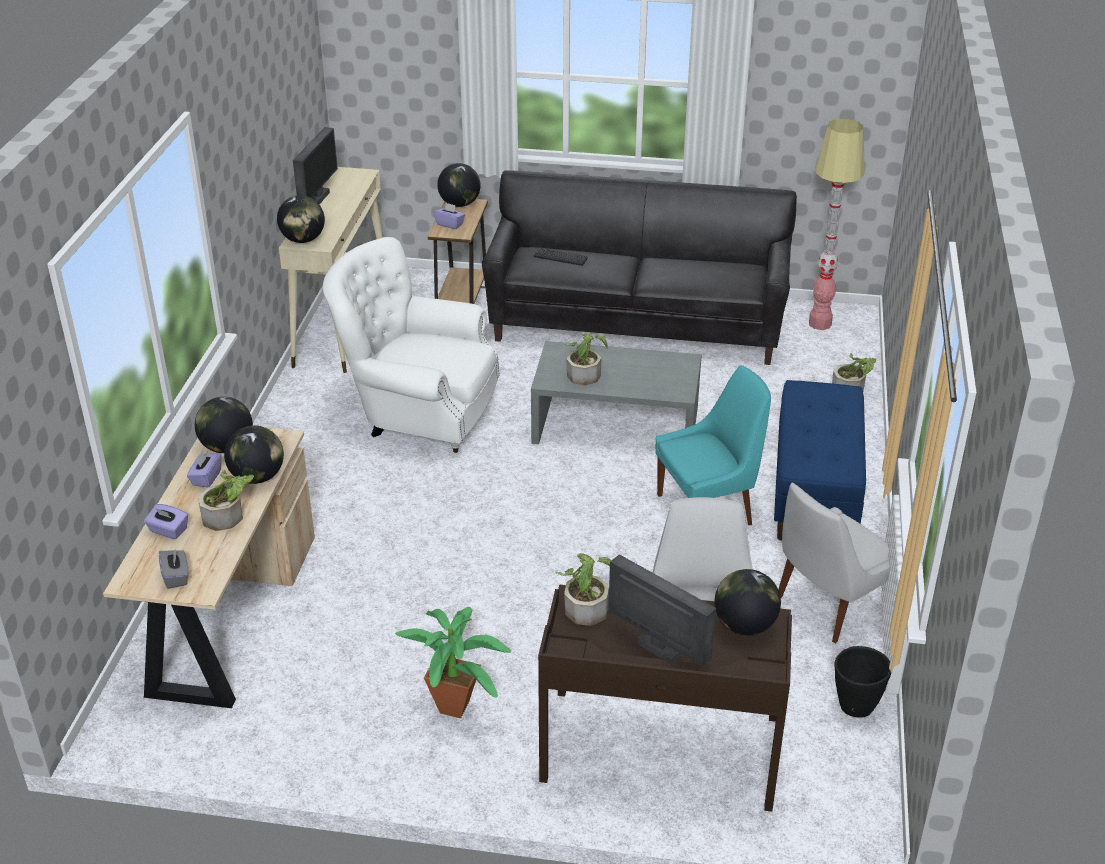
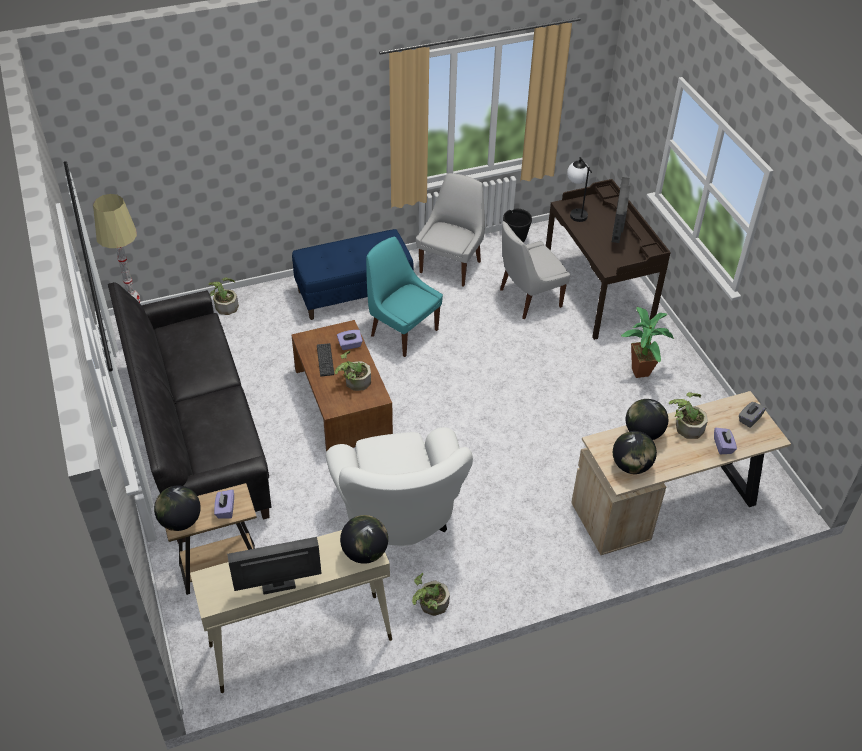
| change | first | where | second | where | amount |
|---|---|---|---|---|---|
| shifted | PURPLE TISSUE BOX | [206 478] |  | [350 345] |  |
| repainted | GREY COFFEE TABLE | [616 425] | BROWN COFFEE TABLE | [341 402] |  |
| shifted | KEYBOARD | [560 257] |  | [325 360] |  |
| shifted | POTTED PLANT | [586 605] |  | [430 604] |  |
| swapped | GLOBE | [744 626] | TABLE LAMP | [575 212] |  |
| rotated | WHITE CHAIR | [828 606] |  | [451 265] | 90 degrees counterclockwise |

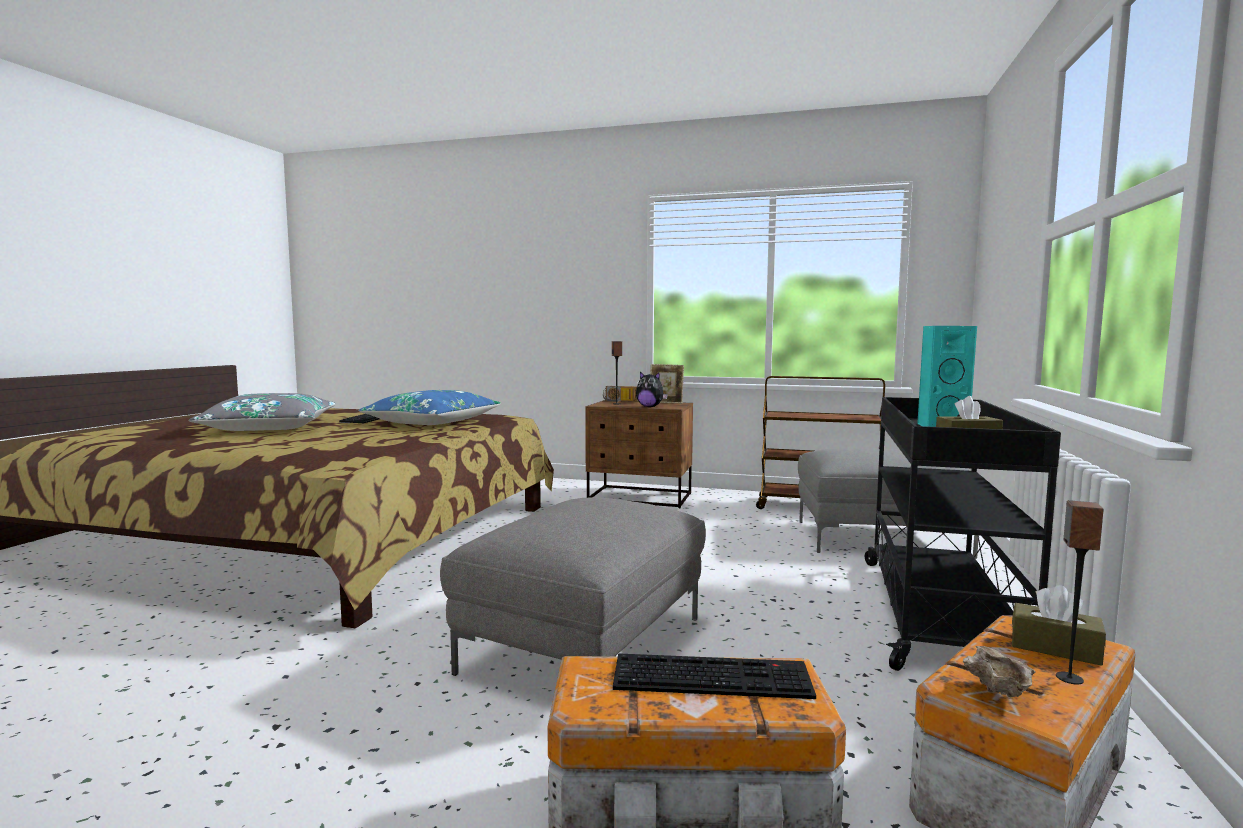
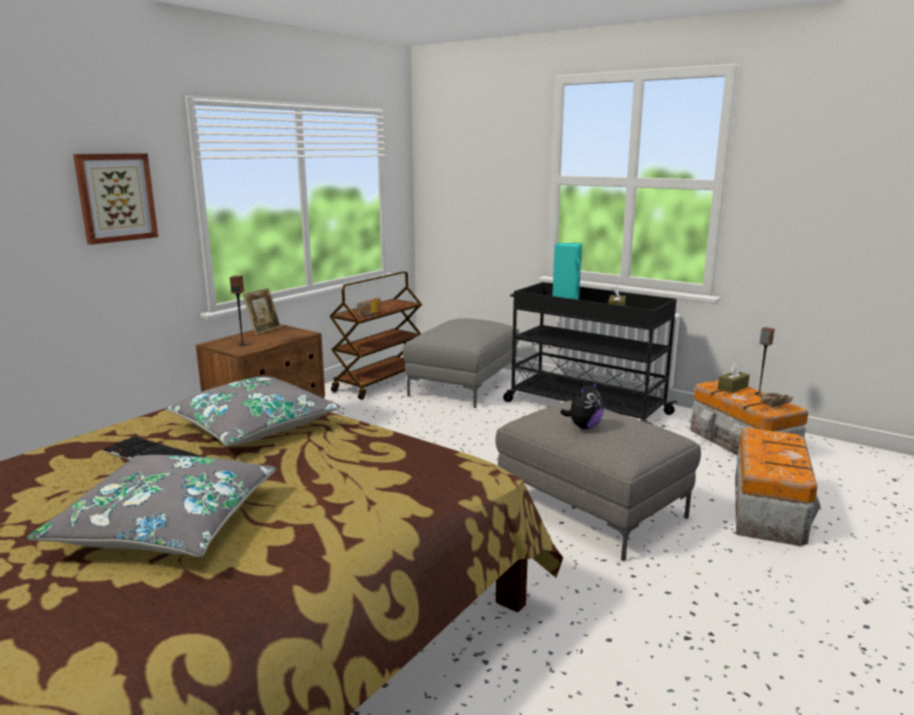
| change | first | where | second | where | amount |
|---|---|---|---|---|---|
| repainted | BLUE PILLOW | [432 422] | GREY PILLOW | [254 426] |  |
| shifted | RADIO | [620 401] |  | [371 314] |  |
| gone | KEYBOARD | [713 676] |  |  |  |
| shifted | PLUSH TOY | [650 407] |  | [583 427] |  |
| new |  |  | PICTURE | [116 197] |  |

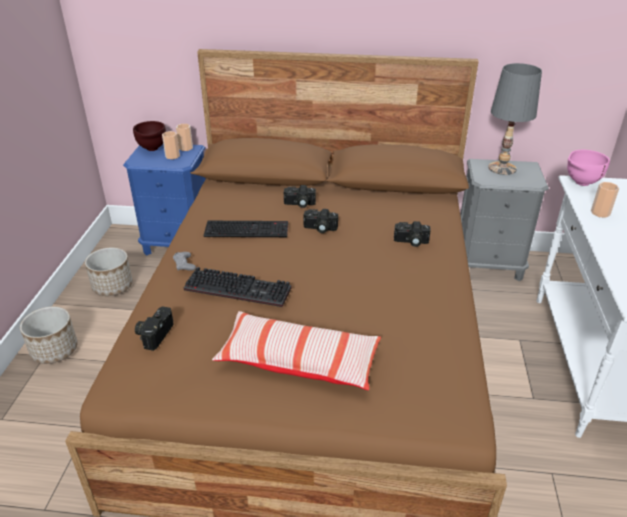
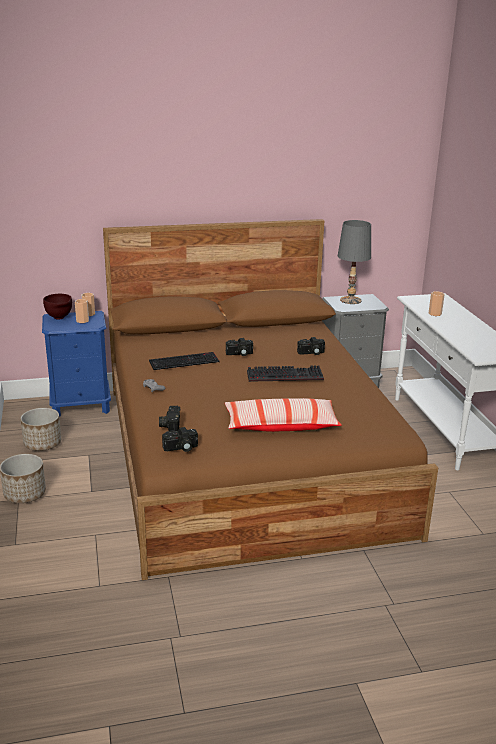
| change | first | where | second | where | amount |
|---|---|---|---|---|---|
| shifted | KEYBOARD | [240 288] |  | [286 375] |  |
| shifted | PHOTO CAMERA | [299 204] |  | [181 448] |  |
| gone | PINK BOWL | [580 183] |  |  |  |

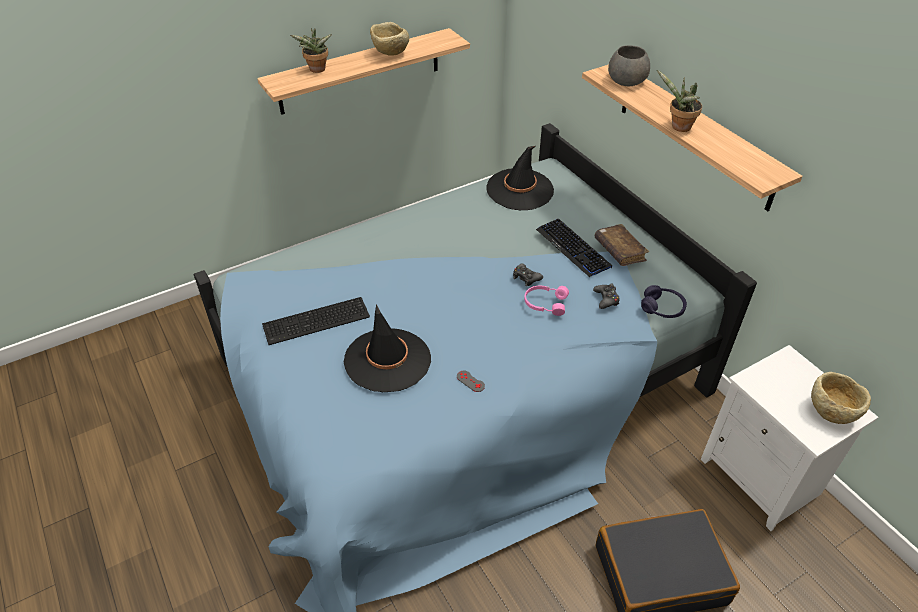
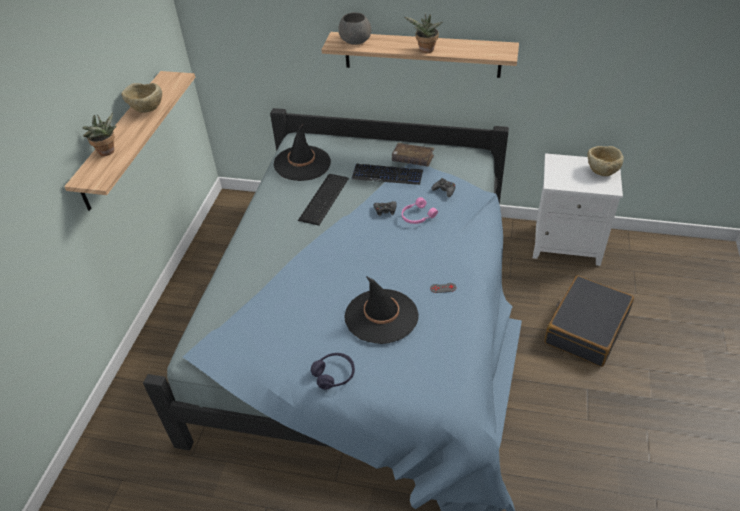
| change | first | where | second | where | amount |
|---|---|---|---|---|---|
| shifted | KEYBOARD | [318 321] |  | [325 198] |  |
| shifted | PURPLE HEADPHONES | [662 308] |  | [334 375] |  |

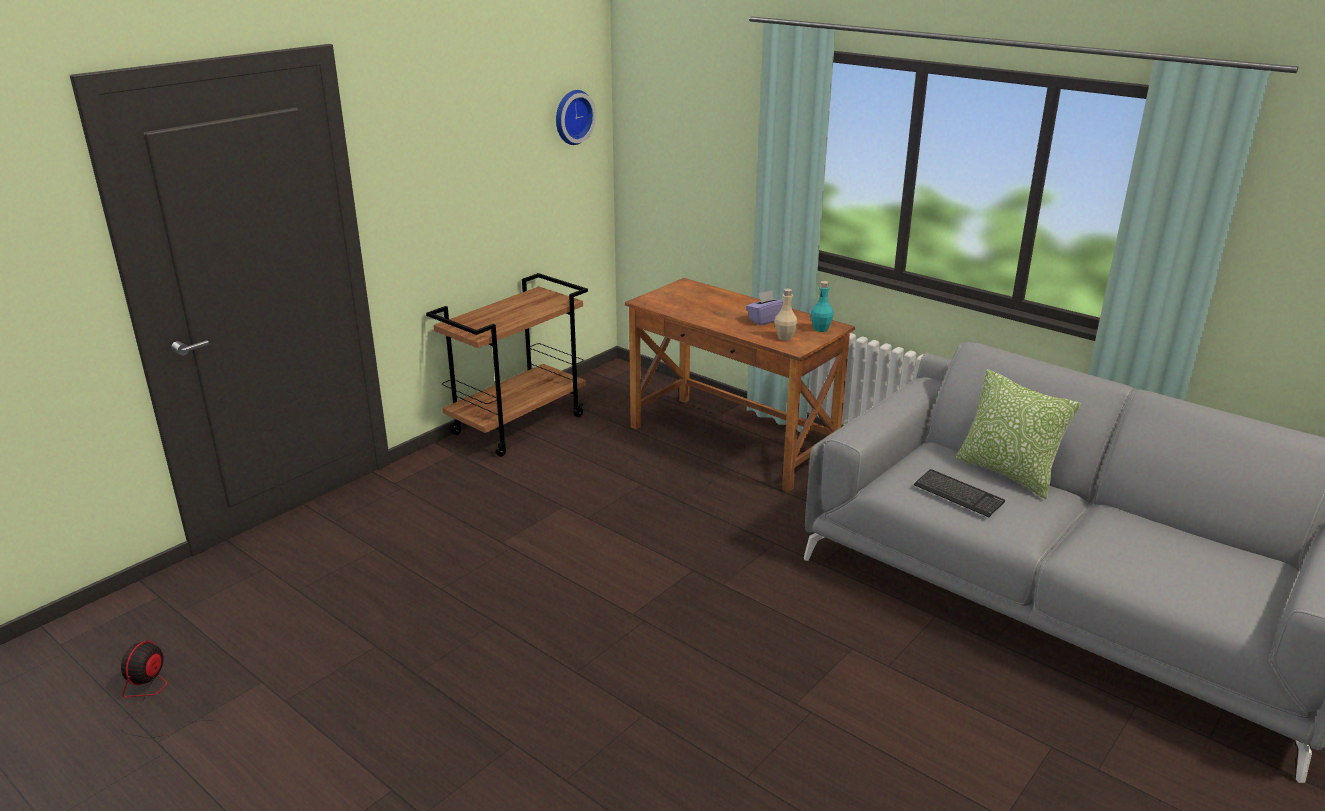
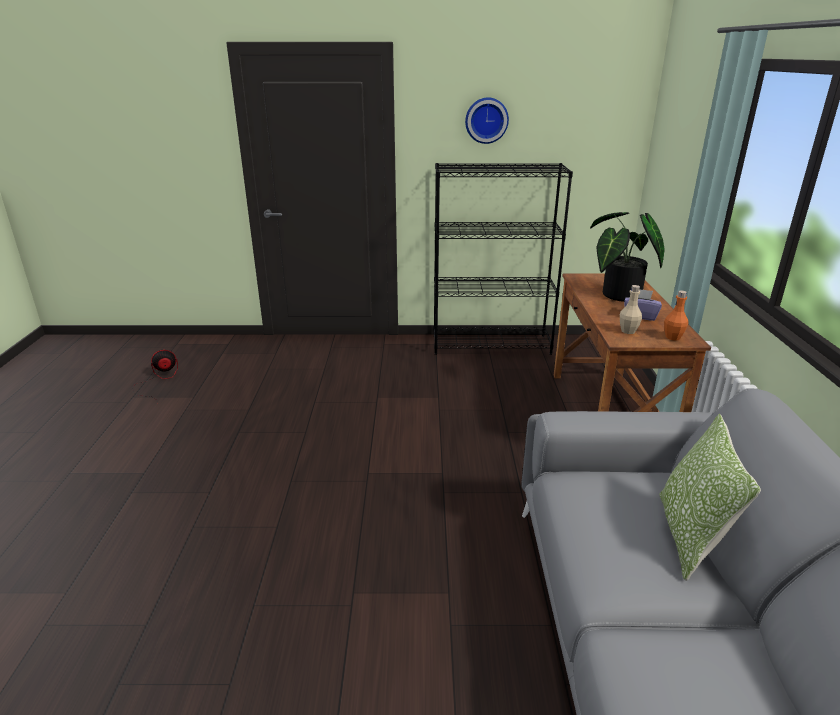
| change | first | where | second | where | amount |
|---|---|---|---|---|---|
| swapped | BROWN CART | [518 424] | BLACK BOOKCASE | [491 344] |  |
| shifted | WALL CLOCK | [572 117] |  | [486 120] |  |
| repainted | TURQUOISE BOTTLE | [821 329] | ORANGE BOTTLE | [673 337] |  |
| gone | KEYBOARD | [958 495] |  |  |  |
| new |  |  | POTTED PLANT | [617 295] |  |

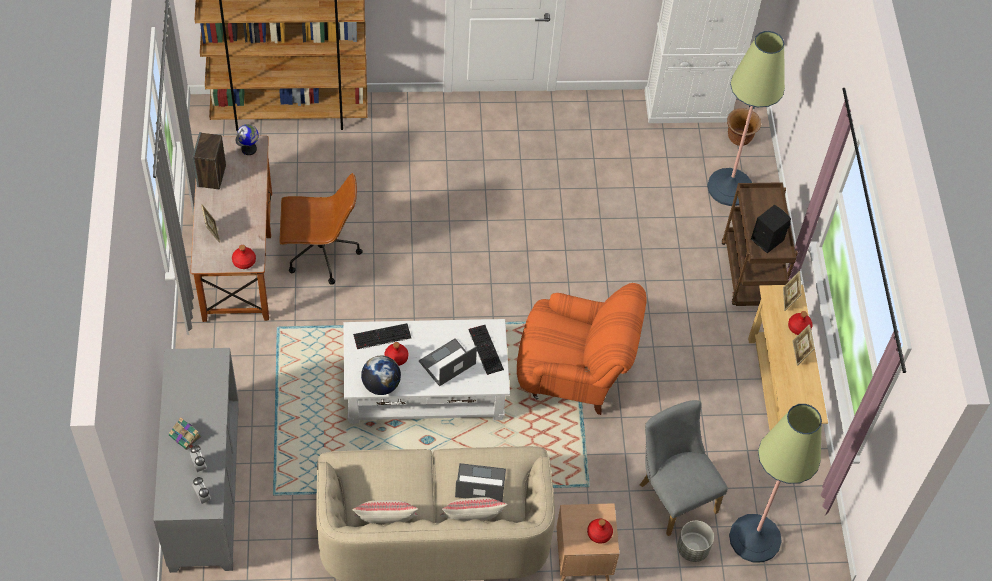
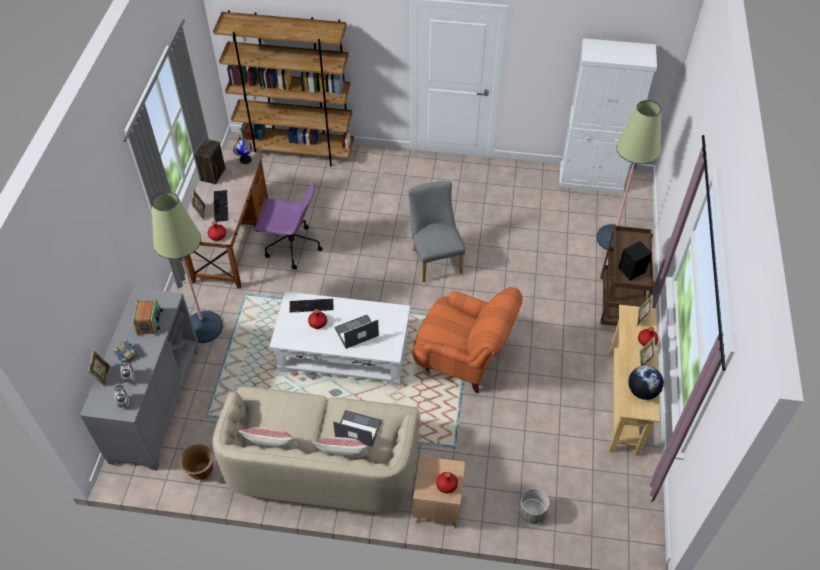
| change | first | where | second | where | amount |
|---|---|---|---|---|---|
| repainted | BROWN OFFICE CHAIR | [320 254] | PURPLE OFFICE CHAIR | [291 247] |  |
| shifted | GLOBE | [381 385] |  | [642 391] |  |
| shifted | KEYBOARD | [484 349] |  | [220 205] |  |
| shifted | GREY CHAIR | [674 494] |  | [435 258] |  |
| shifted | BROWN PLANTER | [739 138] |  | [201 471] |  |
| shifted | FLOOR LAMP | [755 538] |  | [203 327] |  |
| new |  |  | PICTURE FRAME | [103 376] |  |
| new |  |  | RADIO | [149 322] |  |

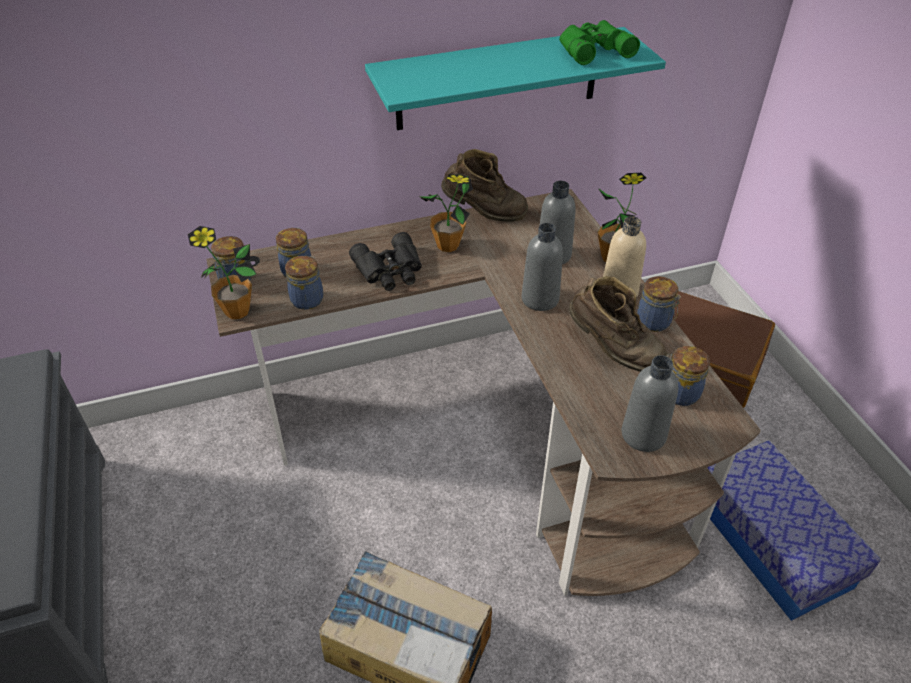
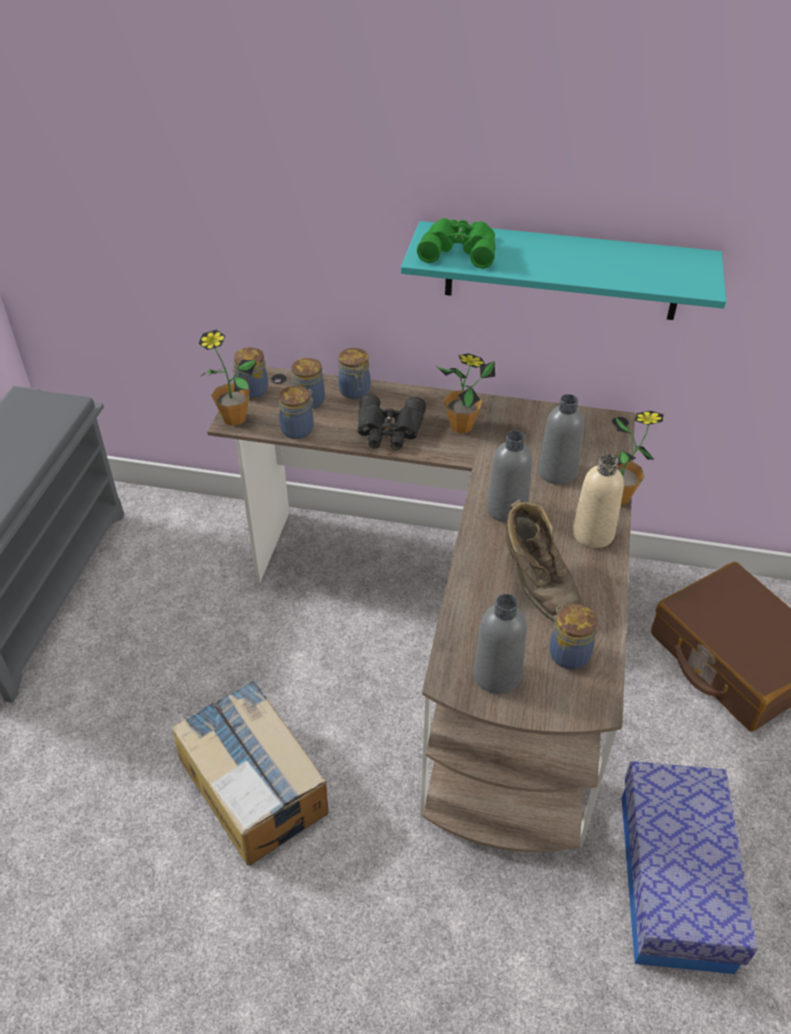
| change | first | where | second | where | amount |
|---|---|---|---|---|---|
| gone | BROWN BOOT | [484 214] |  |  |  |
| shifted | GREEN BINOCULARS | [592 49] |  | [459 249] |  |
| shifted | JAR | [654 322] |  | [355 392] |  |

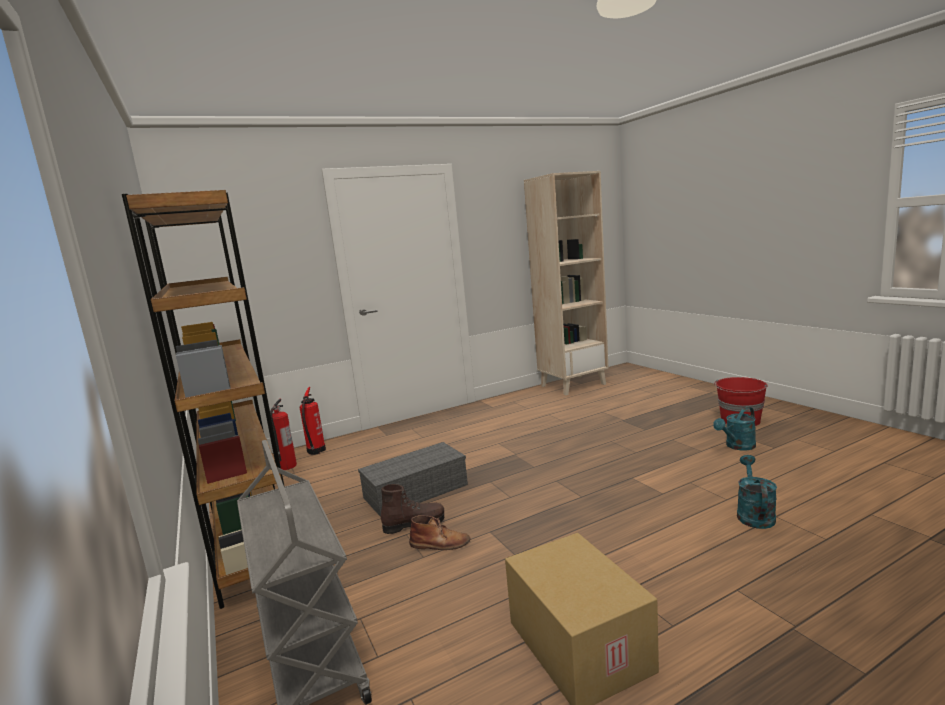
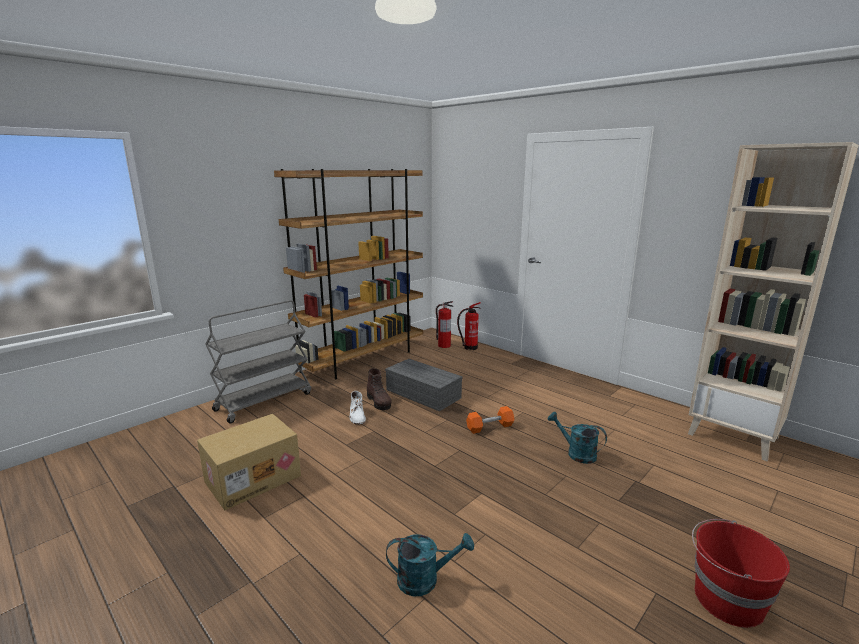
| change | first | where | second | where | amount |
|---|---|---|---|---|---|
| repainted | BROWN BOOT | [440 543] | WHITE BOOT | [357 415] |  |
| shifted | TURQUOISE WATERING CAN | [737 446] |  | [576 453] |  |
| new |  |  | ORANGE DUMBBELL | [490 427] |  |

